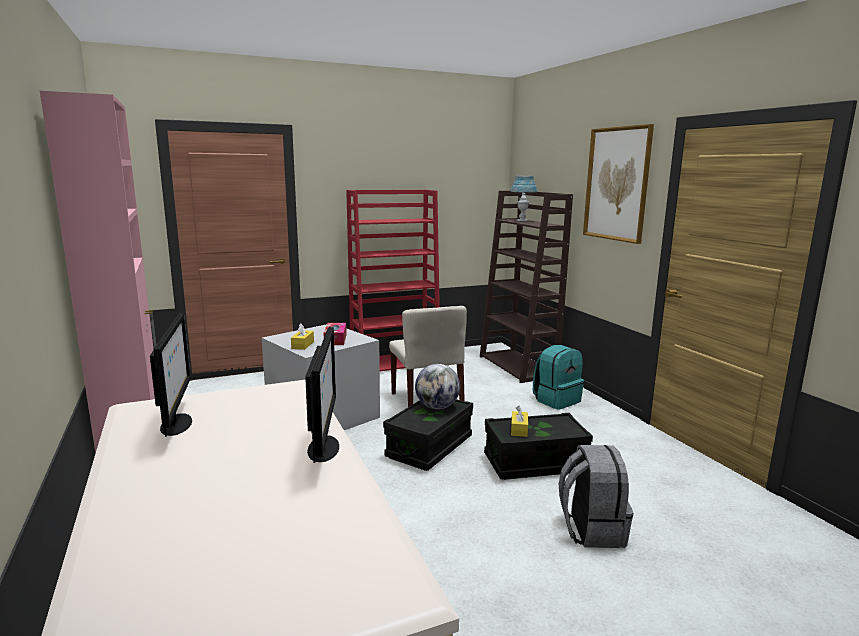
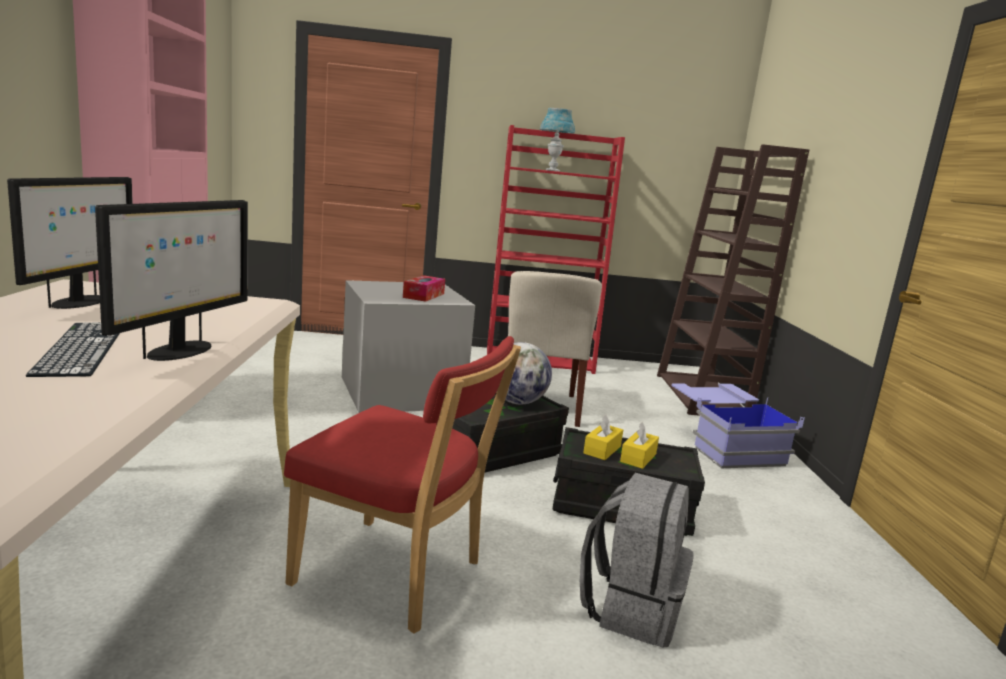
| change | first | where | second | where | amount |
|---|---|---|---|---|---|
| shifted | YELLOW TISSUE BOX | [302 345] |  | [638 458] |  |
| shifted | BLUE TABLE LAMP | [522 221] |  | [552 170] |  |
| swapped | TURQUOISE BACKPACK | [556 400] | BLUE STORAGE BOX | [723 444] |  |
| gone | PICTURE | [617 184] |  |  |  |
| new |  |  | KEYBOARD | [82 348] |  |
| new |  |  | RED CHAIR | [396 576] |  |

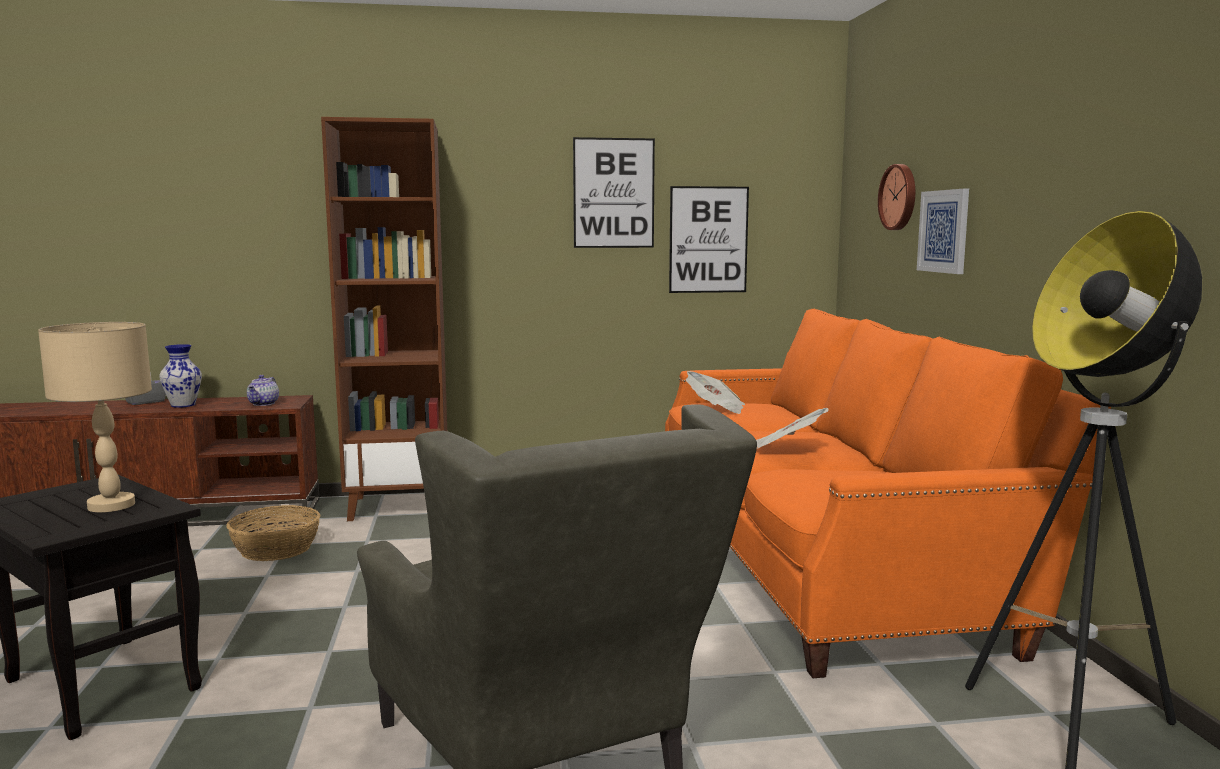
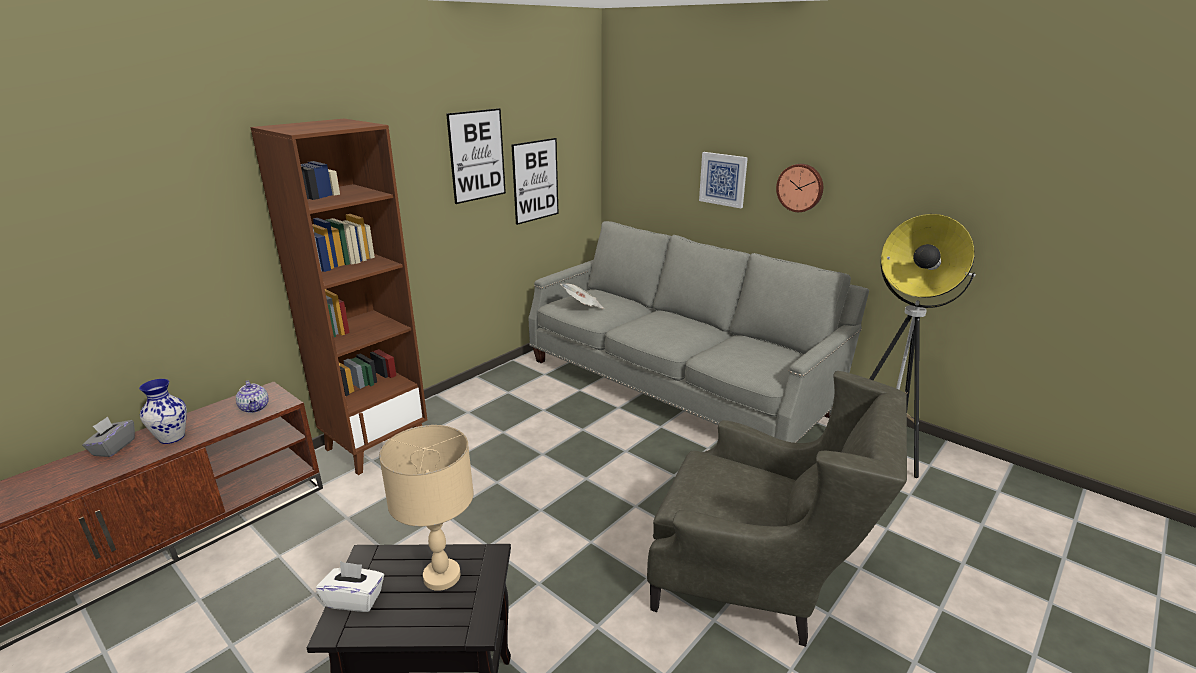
| change | first | where | second | where | amount |
|---|---|---|---|---|---|
| gone | BASKET | [276 549] |  |  |  |
| repainted | ORANGE SOFA | [821 554] | GREY SOFA | [678 383] |  |
| gone | NEWSPAPER | [786 449] |  |  |  |
| shifted | WALL CLOCK | [899 197] |  | [800 187] |  |
| new |  |  | WHITE TISSUE BOX | [355 599] |  |

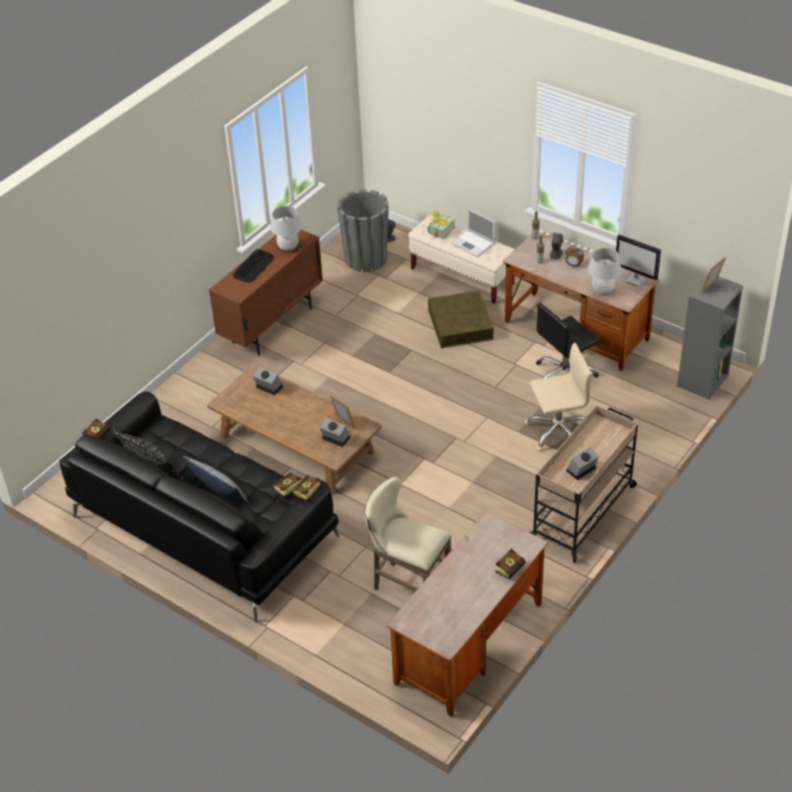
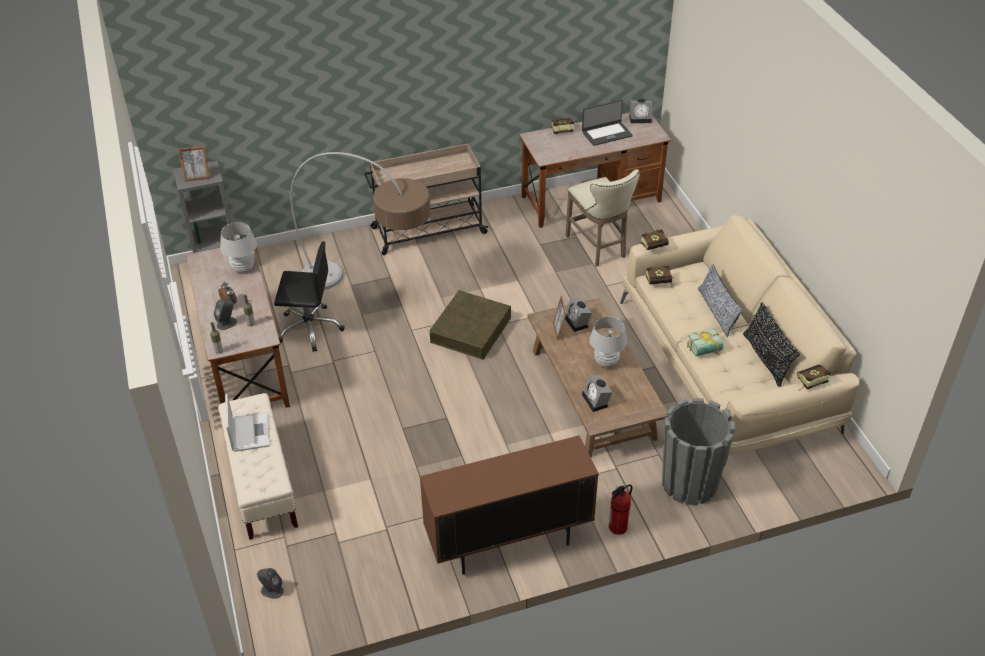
| change | first | where | second | where | amount |
|---|---|---|---|---|---|
| repainted | BLACK SOFA | [202 525] | BEIGE SOFA | [727 366] |  |
| gone | KEYBOARD | [253 266] |  |  |  |
| shifted | WHITE TABLE LAMP | [288 247] |  | [606 362] |  |
| shifted | GREY PLANTER | [366 259] |  | [689 483] |  |
| shifted | BOOK | [439 230] |  | [705 351] |  |
| shifted | BROWN STORAGE BOX | [460 324] |  | [471 330] |  |
| swapped | BEIGE OFFICE CHAIR | [558 431] | FLOOR LAMP | [373 290] |  |
| shifted | ALARM CLOCK | [581 471] |  | [641 118] |  |
| gone | MONITOR | [636 280] |  |  |  |
| new |  |  | LAPTOP | [606 133] |  |
| new |  |  | FIRE EXTINGUISHER | [617 527] |  |

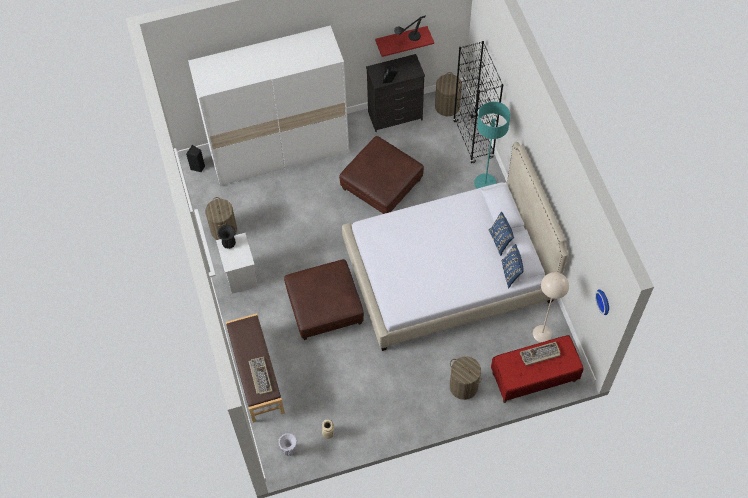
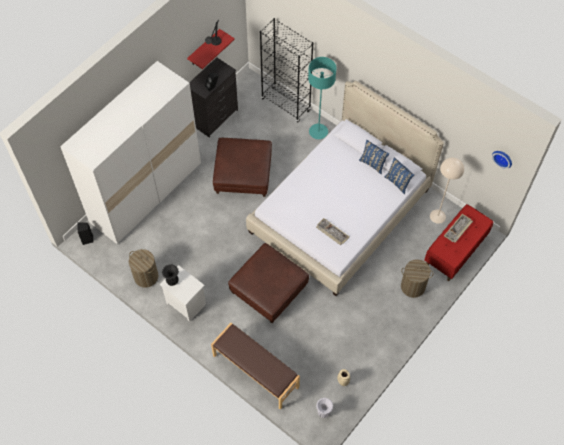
| change | first | where | second | where | amount |
|---|---|---|---|---|---|
| shifted | KEYBOARD | [260 376] |  | [332 232] |  |
| gone | LAUNDRY BASKET | [447 106] |  |  |  |

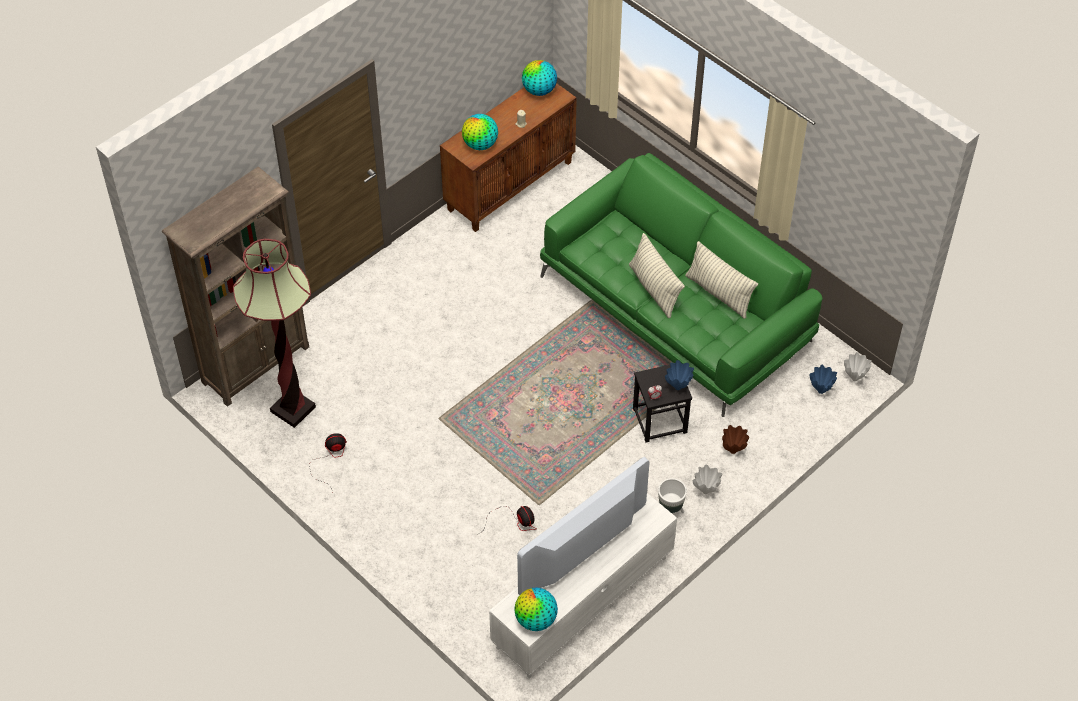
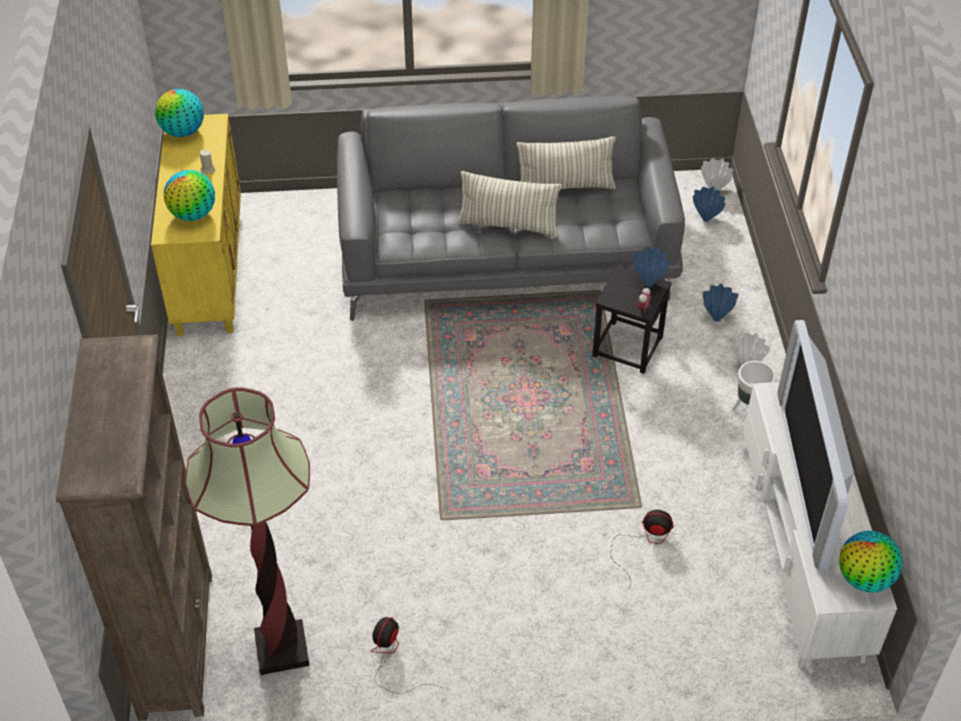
| change | first | where | second | where | amount |
|---|---|---|---|---|---|
| repainted | BROWN CABINET | [510 185] | YELLOW CABINET | [208 269] |  |
| repainted | GREEN SOFA | [676 310] | GREY SOFA | [507 251] |  |
| repainted | BROWN VASE | [733 451] | BLUE VASE | [716 318] |  |

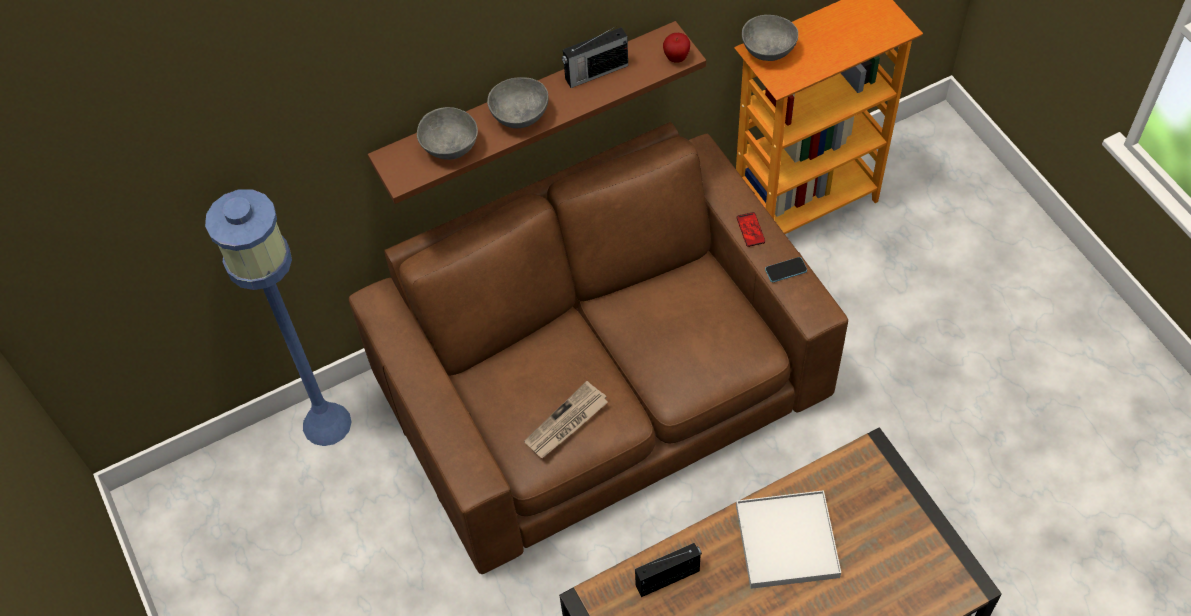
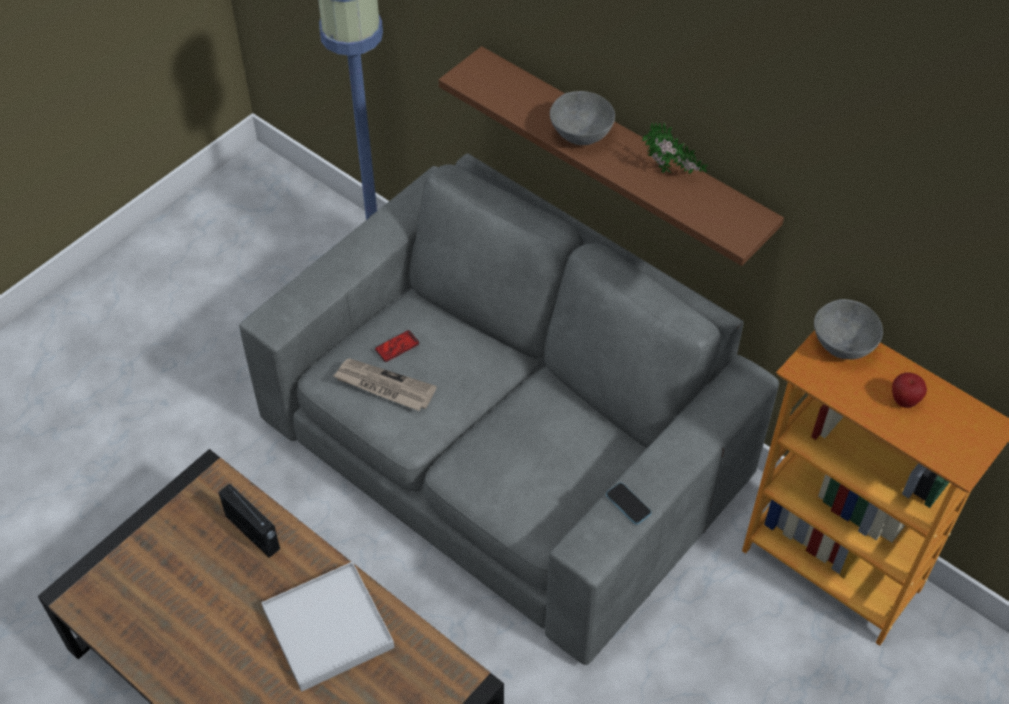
| change | first | where | second | where | amount |
|---|---|---|---|---|---|
| repainted | BROWN SOFA | [602 385] | GREY SOFA | [507 449] |  |
| gone | GREY BOWL | [450 148] |  |  |  |
| swapped | RADIO | [595 72] | POTTED PLANT | [671 173] |  |
| shifted | APPLE | [676 58] |  | [904 401] |  |
| shifted | PHONE | [750 230] |  | [397 346] |  |

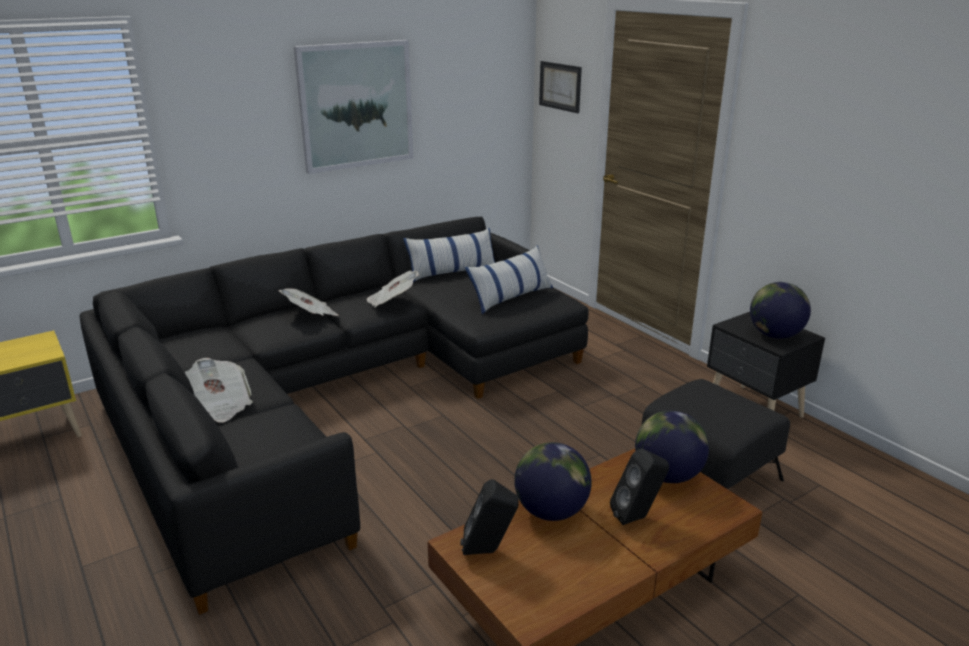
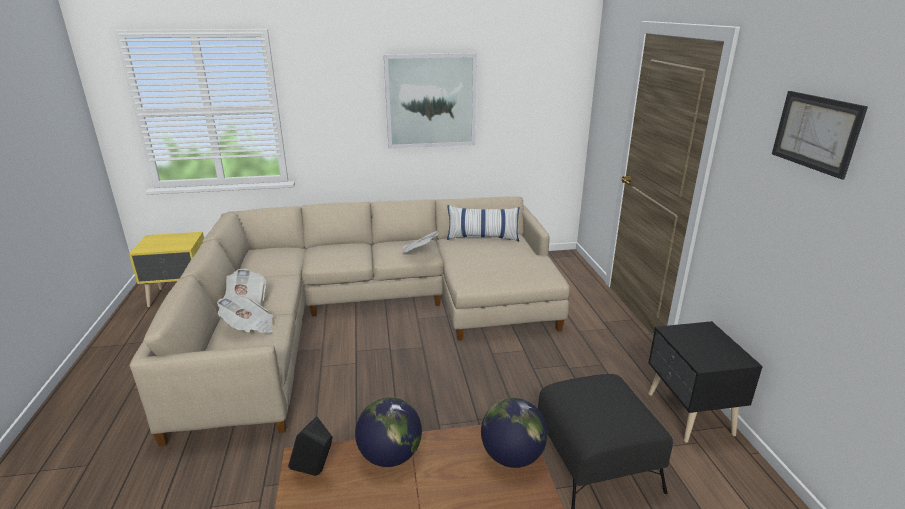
| change | first | where | second | where | amount |
|---|---|---|---|---|---|
| repainted | BLACK SOFA | [339 396] | BEIGE SOFA | [366 314] |  |
| shifted | NEWSPAPER | [311 316] |  | [249 327] |  |
| gone | PILLOW | [511 297] |  |  |  |
| shifted | PICTURE | [560 86] |  | [816 132] |  |
| gone | BLACK SPEAKER | [637 517] |  |  |  |
| gone | GLOBE | [775 335] |  |  |  |

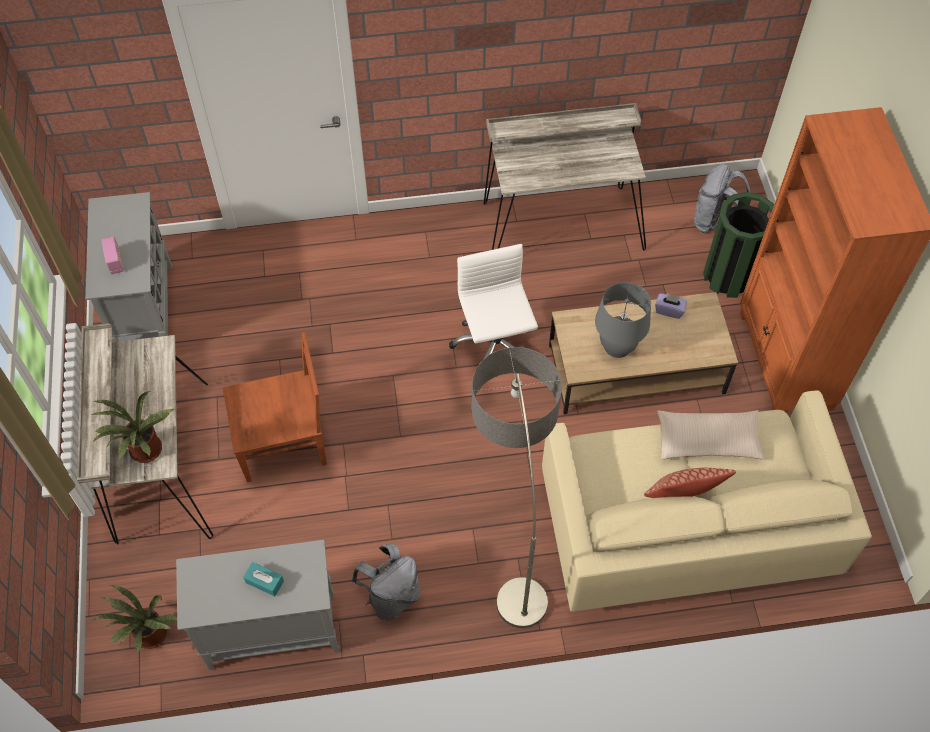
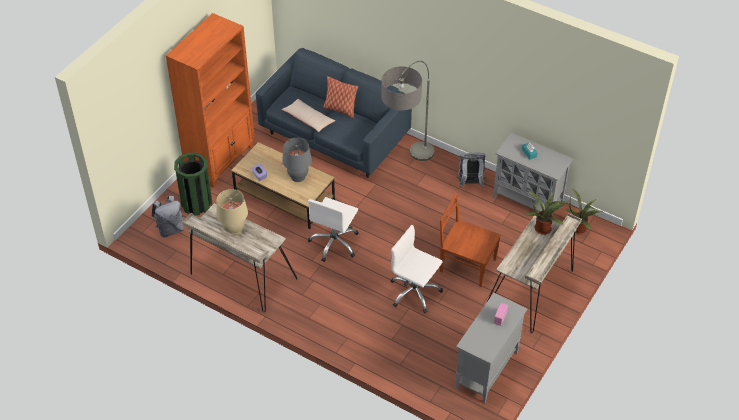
| change | first | where | second | where | amount |
|---|---|---|---|---|---|
| repainted | BEIGE SOFA | [684 527] | BLUE SOFA | [334 136] |  |
| new |  |  | BEIGE TABLE LAMP | [234 230] |  |
| new |  |  | WHITE OFFICE CHAIR | [414 292] |  |

